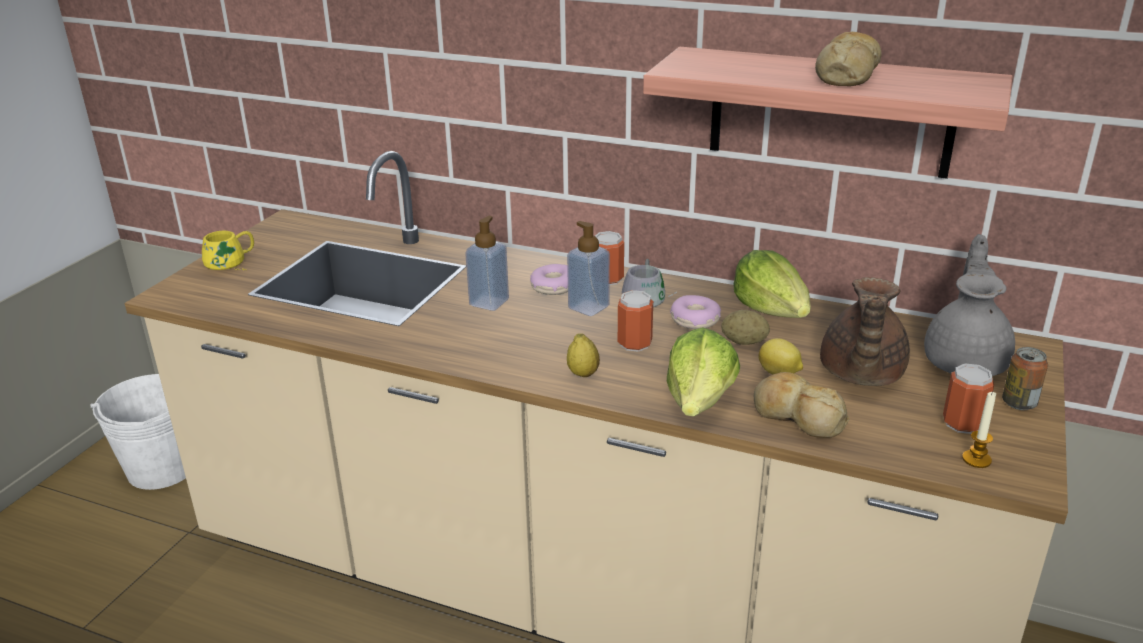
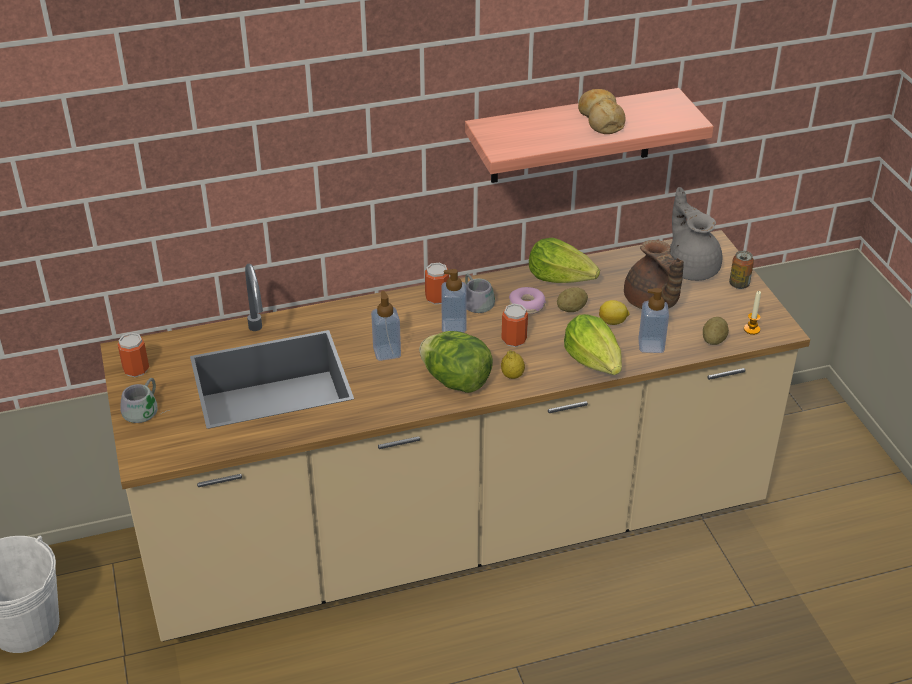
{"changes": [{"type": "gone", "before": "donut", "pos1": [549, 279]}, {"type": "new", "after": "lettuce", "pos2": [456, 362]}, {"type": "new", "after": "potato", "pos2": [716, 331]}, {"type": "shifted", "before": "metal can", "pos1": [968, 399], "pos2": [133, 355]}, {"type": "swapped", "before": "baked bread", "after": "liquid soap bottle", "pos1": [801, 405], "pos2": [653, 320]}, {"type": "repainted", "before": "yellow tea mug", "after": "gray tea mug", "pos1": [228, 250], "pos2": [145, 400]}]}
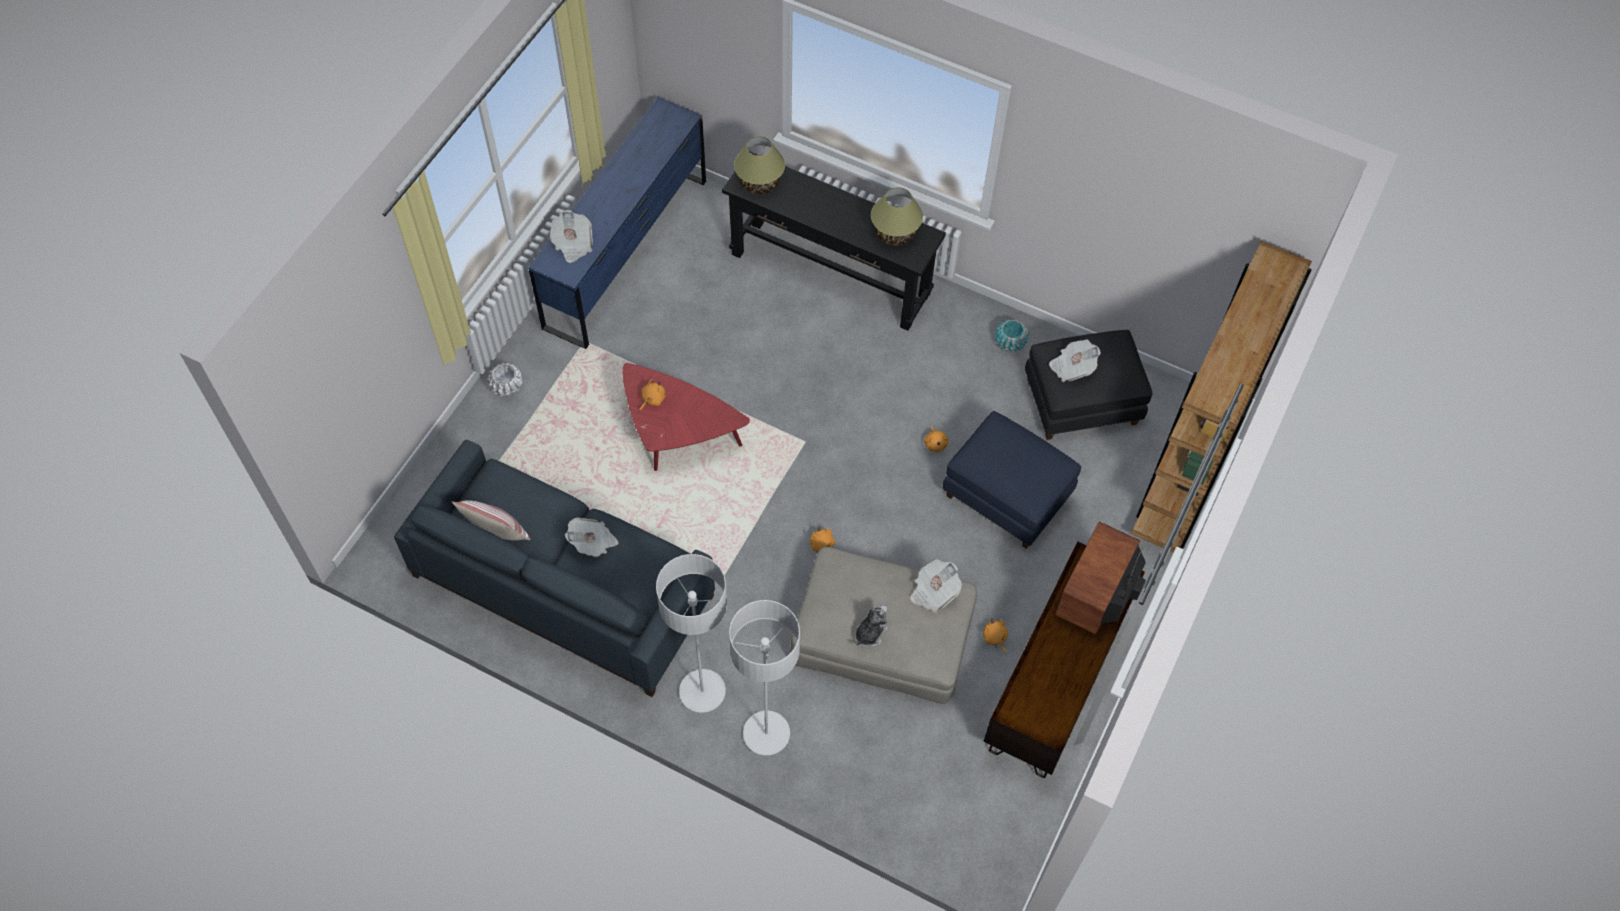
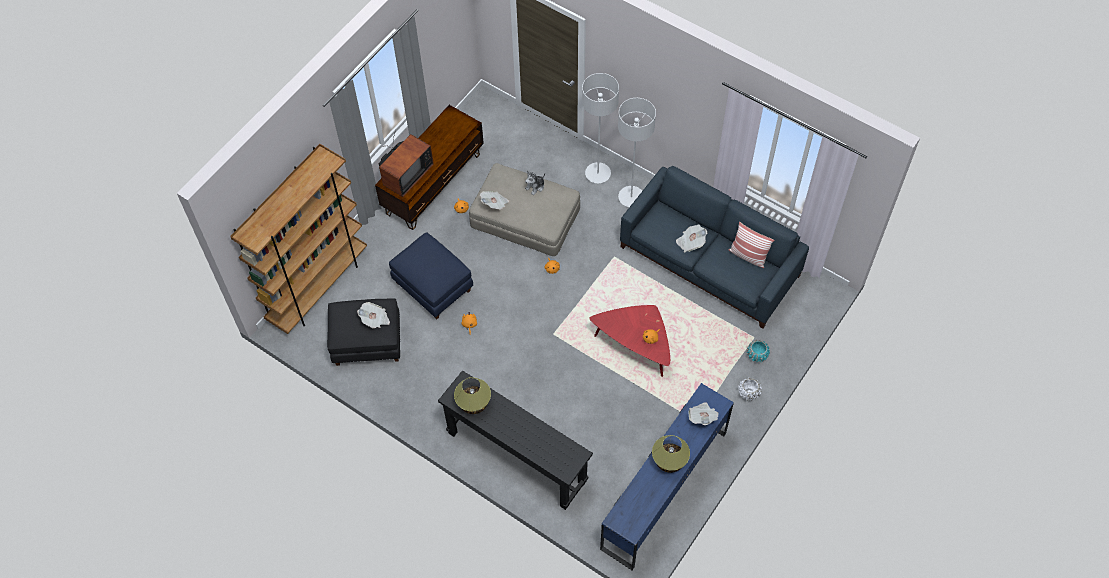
{"changes": [{"type": "shifted", "before": "lamp for a table", "pos1": [759, 165], "pos2": [671, 454]}, {"type": "shifted", "before": "turquoise planter", "pos1": [1012, 335], "pos2": [758, 351]}]}
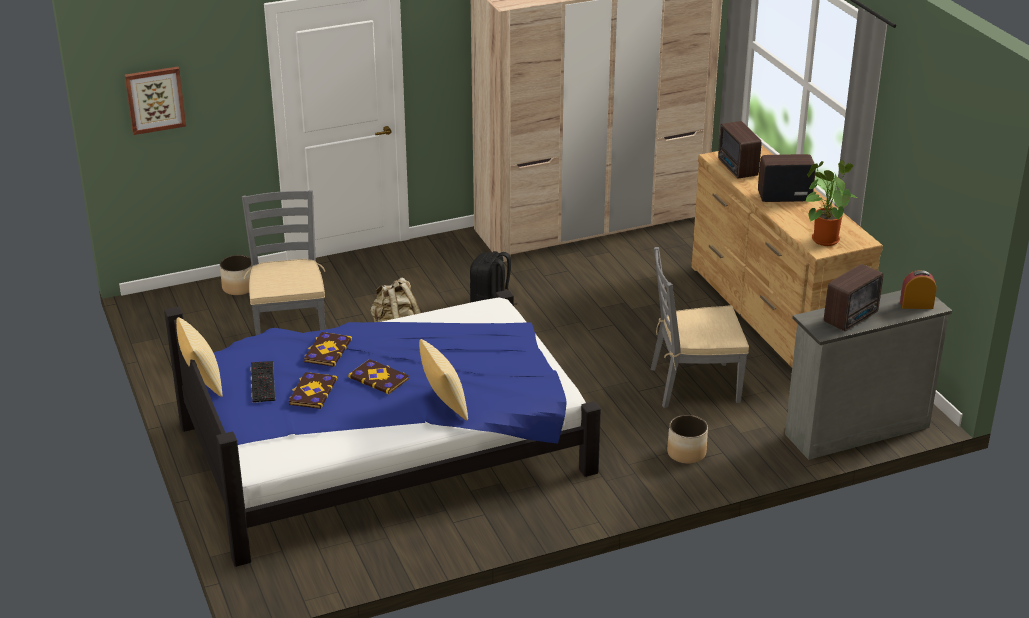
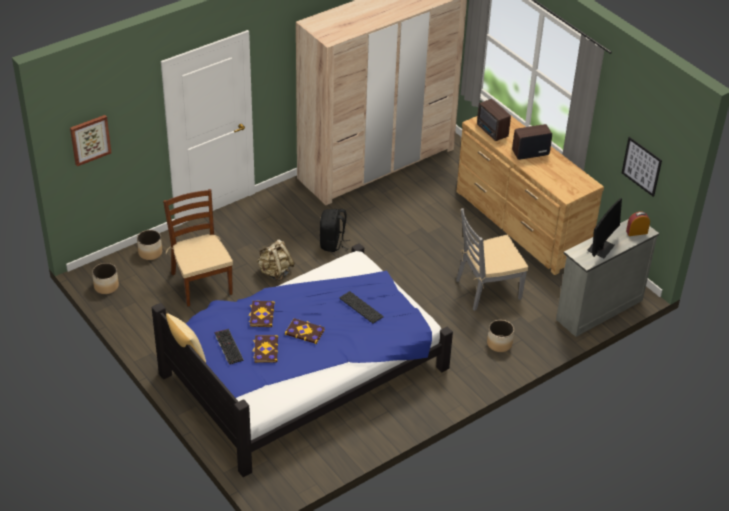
{"changes": [{"type": "gone", "before": "throw pillow", "pos1": [443, 380]}, {"type": "gone", "before": "potted plant", "pos1": [831, 203]}, {"type": "new", "after": "planter", "pos2": [105, 278]}, {"type": "new", "after": "PC keyboard", "pos2": [361, 307]}, {"type": "new", "after": "wall picture", "pos2": [642, 167]}, {"type": "swapped", "before": "radio receiver", "after": "monitor", "pos1": [853, 297], "pos2": [604, 228]}, {"type": "repainted", "before": "gray upright chair", "after": "brown upright chair", "pos1": [283, 262], "pos2": [198, 248]}]}
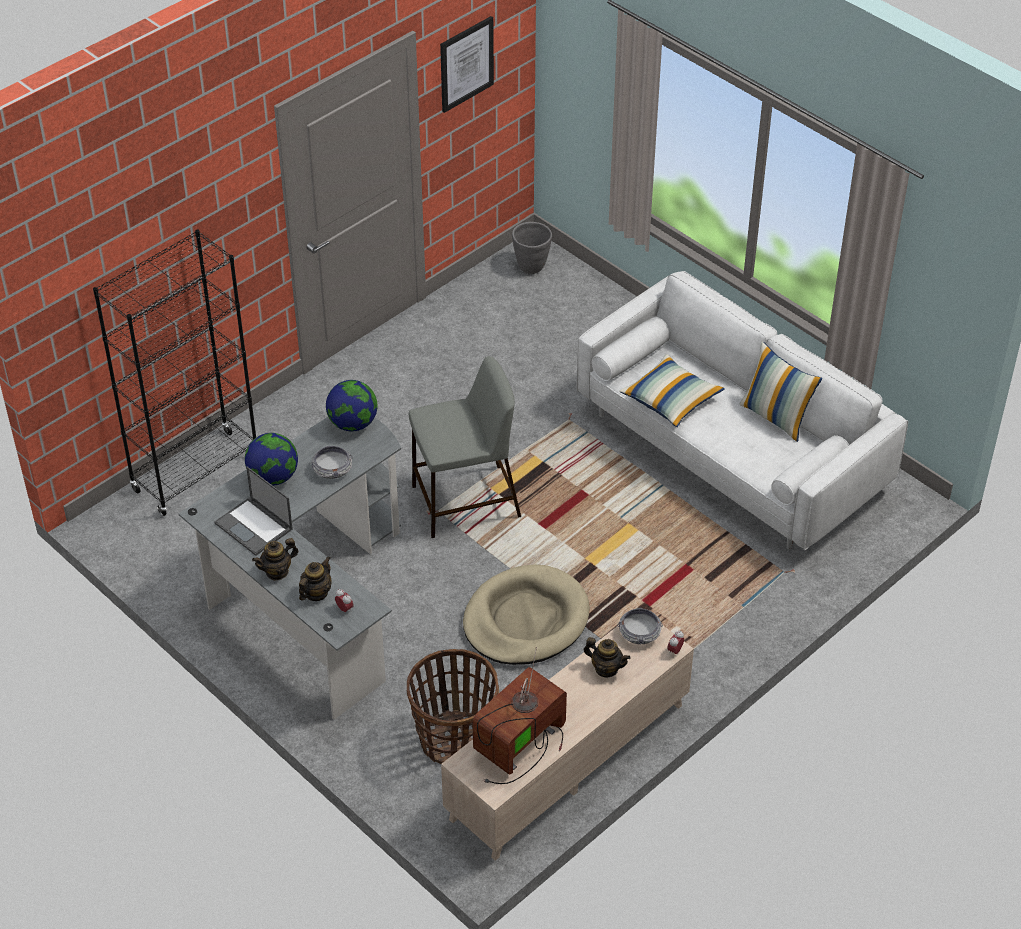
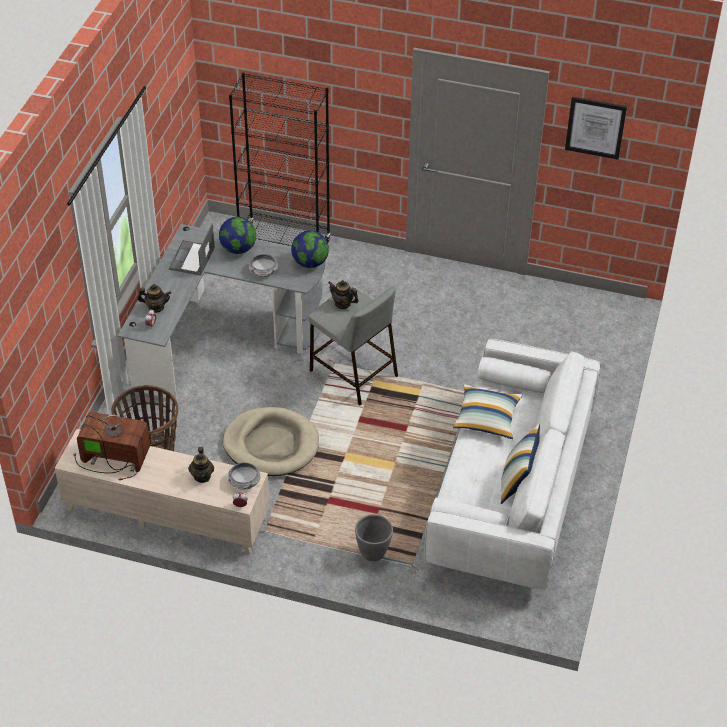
{"changes": [{"type": "shifted", "before": "teapot", "pos1": [275, 559], "pos2": [343, 294]}, {"type": "shifted", "before": "gray planter", "pos1": [532, 248], "pos2": [374, 537]}]}
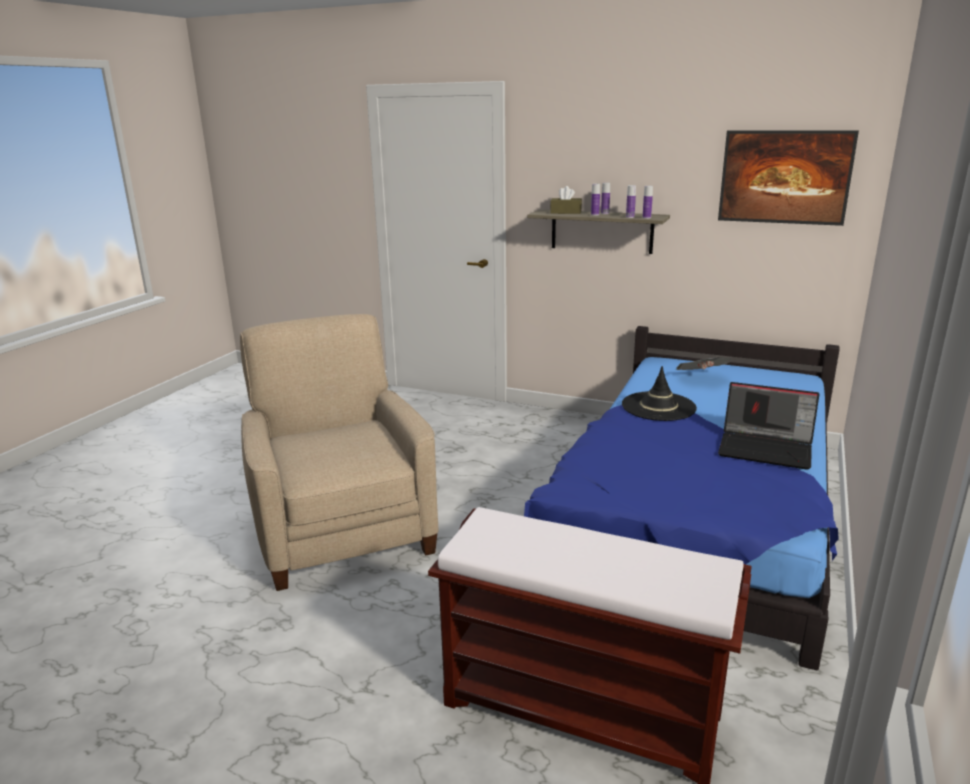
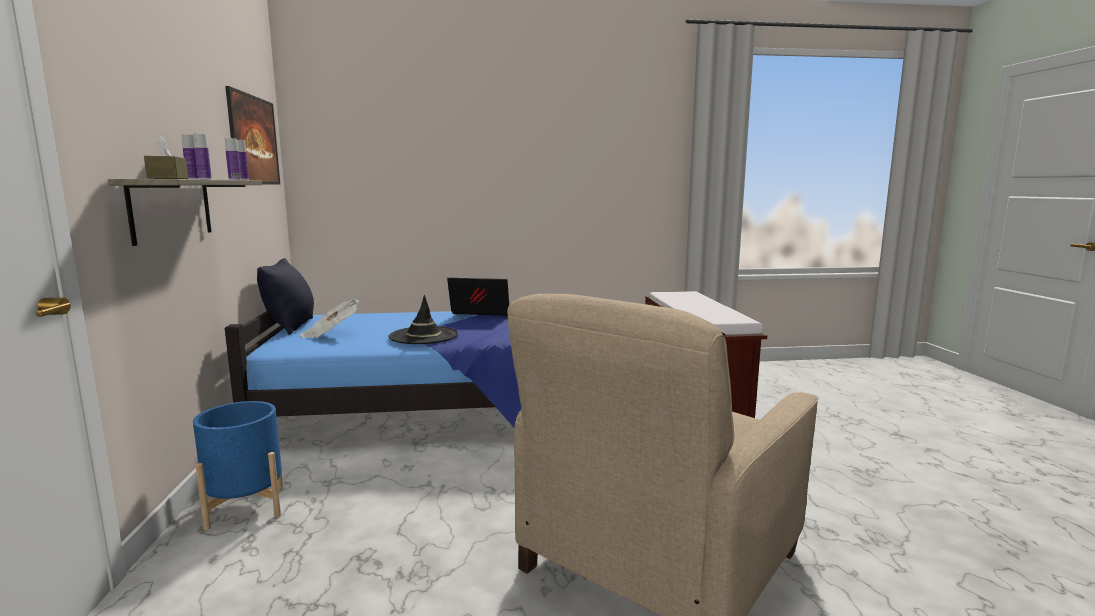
{"changes": [{"type": "new", "after": "blue-coloured planter", "pos2": [238, 465]}, {"type": "new", "after": "black-coloured throw pillow", "pos2": [285, 296]}, {"type": "rotated", "before": "notebook computer", "pos1": [768, 426], "pos2": [478, 297], "turn": -75}]}
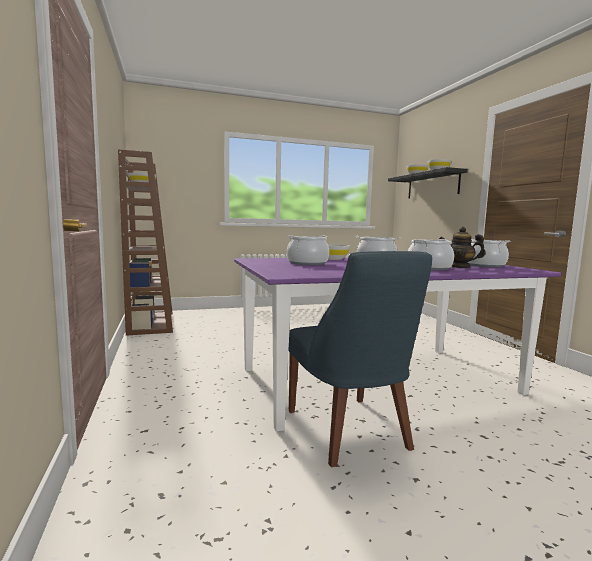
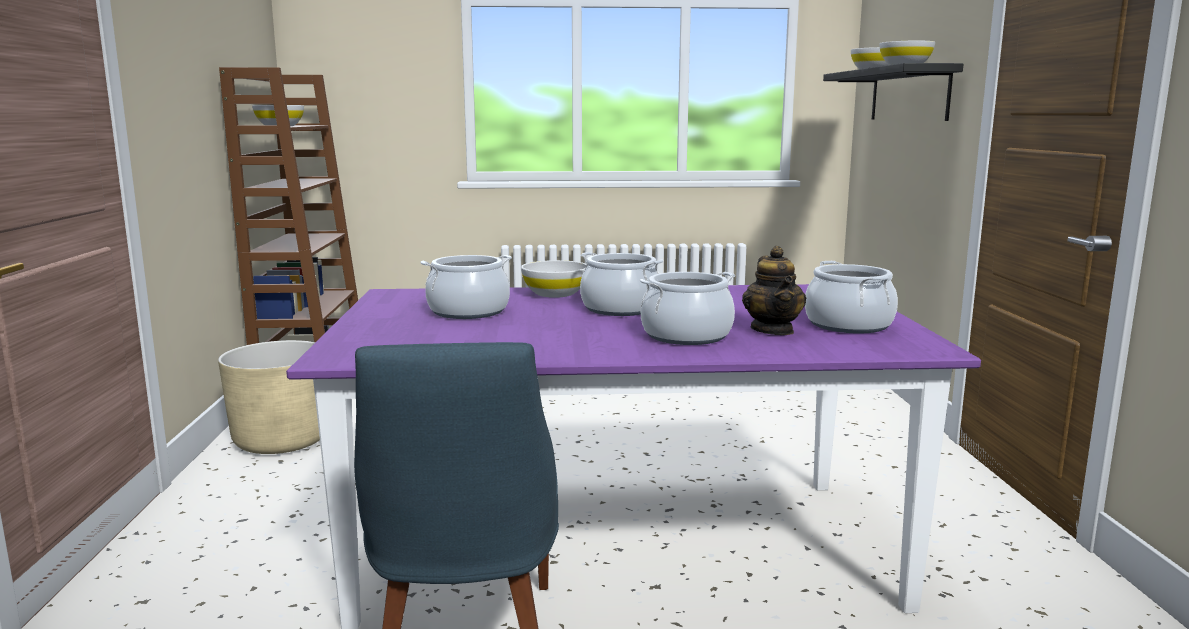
{"changes": [{"type": "new", "after": "sand-coloured planter", "pos2": [269, 397]}, {"type": "rotated", "before": "teapot", "pos1": [462, 247], "pos2": [774, 290], "turn": -135}]}
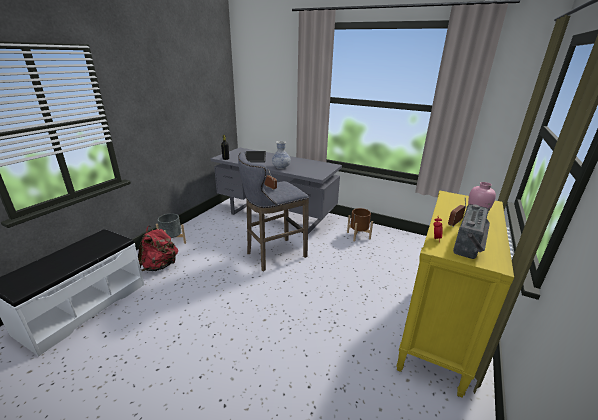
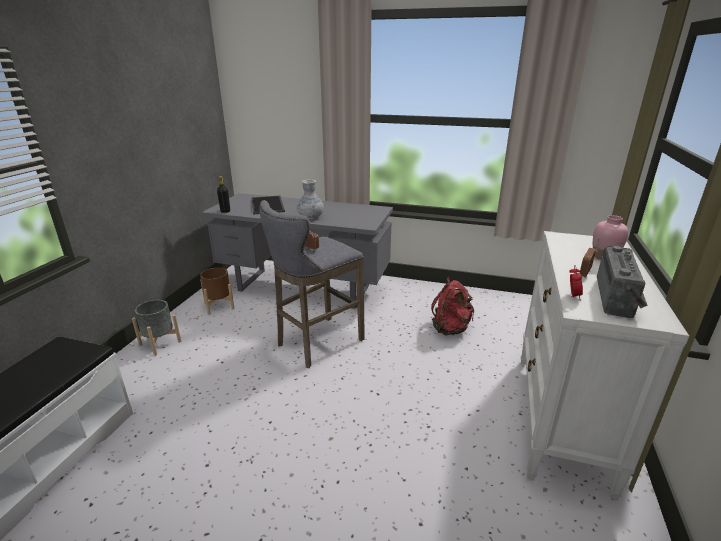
{"changes": [{"type": "shifted", "before": "red-coloured knapsack", "pos1": [158, 248], "pos2": [452, 306]}, {"type": "shifted", "before": "brown planter", "pos1": [360, 224], "pos2": [217, 291]}, {"type": "repainted", "before": "yellow drawer chest", "after": "white drawer chest", "pos1": [455, 294], "pos2": [605, 365]}]}
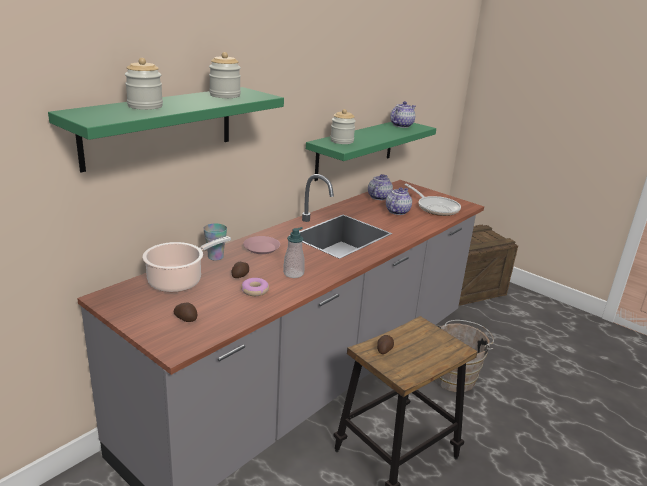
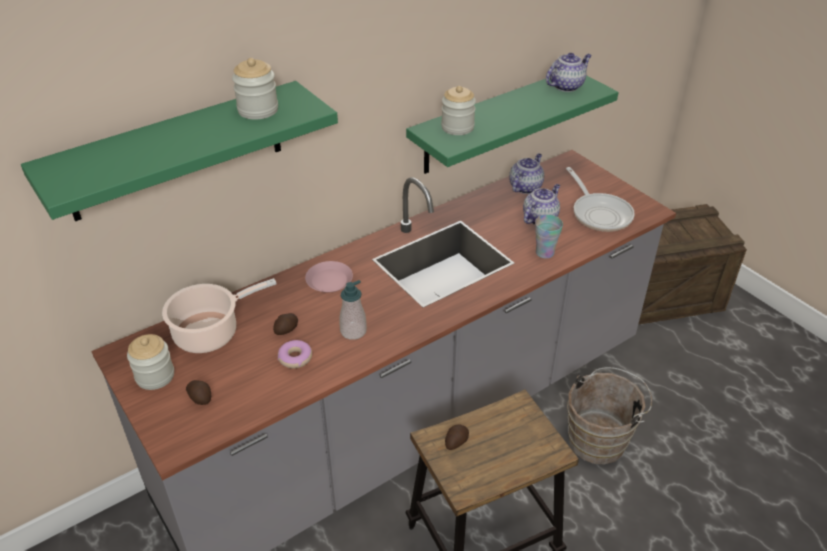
{"changes": [{"type": "shifted", "before": "jar", "pos1": [144, 84], "pos2": [150, 362]}, {"type": "shifted", "before": "small cup", "pos1": [215, 241], "pos2": [549, 237]}]}
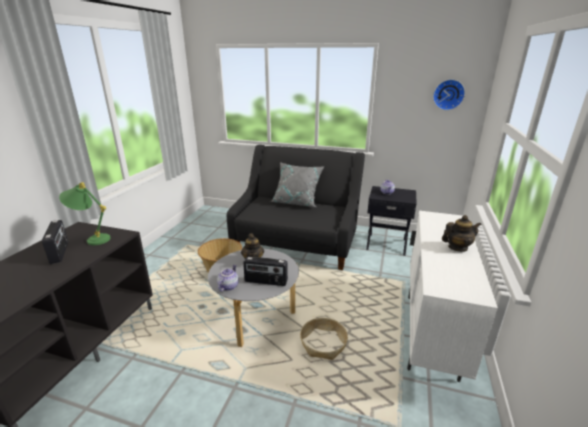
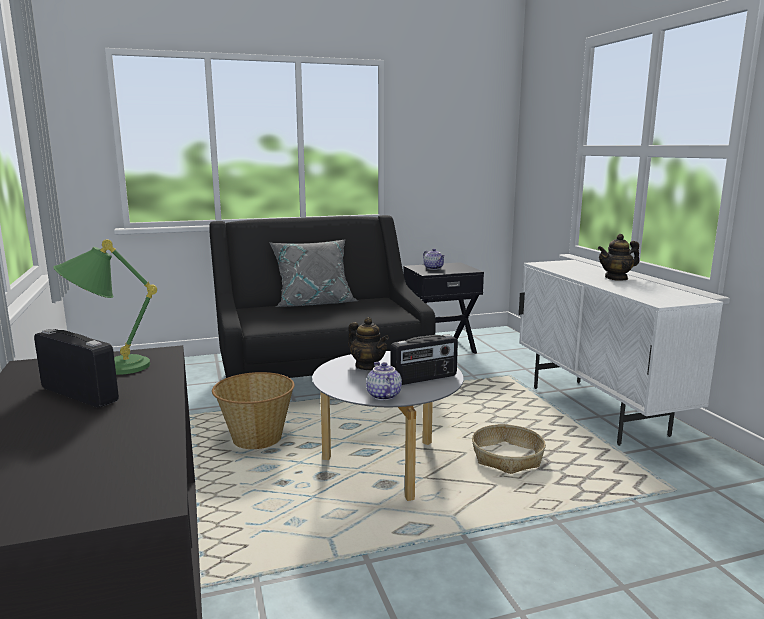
{"changes": [{"type": "gone", "before": "clock on the wall", "pos1": [449, 94]}, {"type": "rotated", "before": "teapot", "pos1": [462, 233], "pos2": [618, 257], "turn": -150}]}
